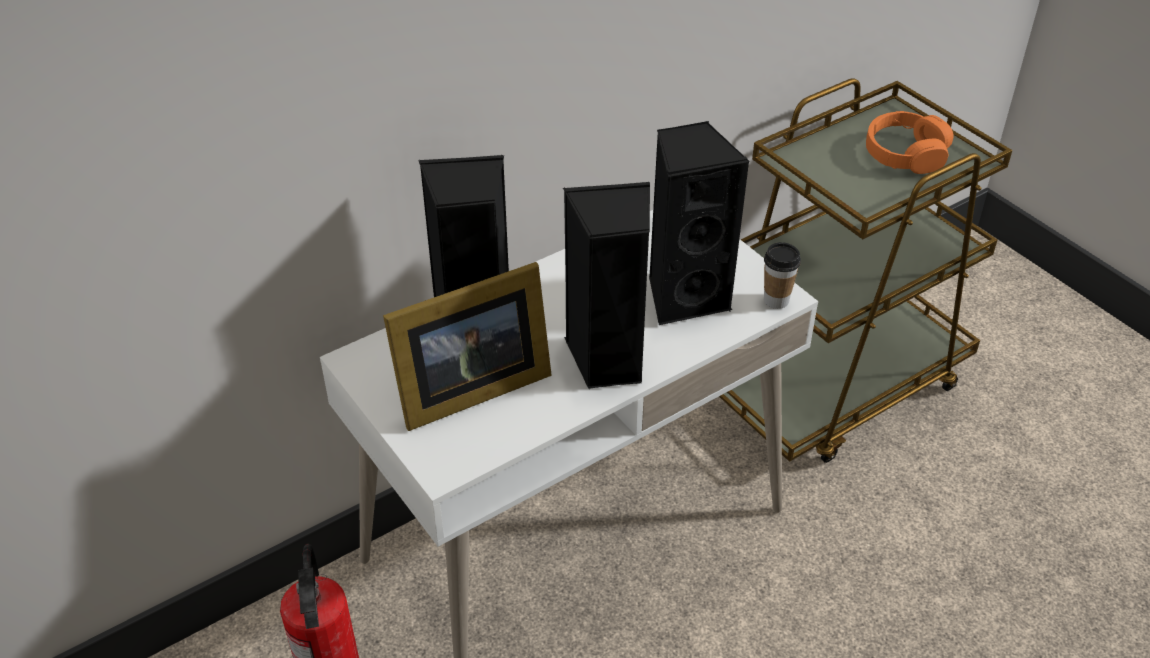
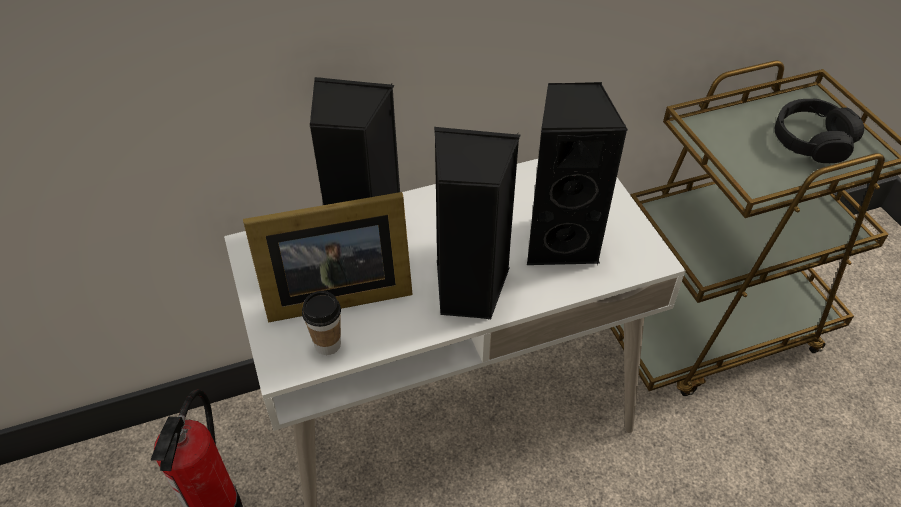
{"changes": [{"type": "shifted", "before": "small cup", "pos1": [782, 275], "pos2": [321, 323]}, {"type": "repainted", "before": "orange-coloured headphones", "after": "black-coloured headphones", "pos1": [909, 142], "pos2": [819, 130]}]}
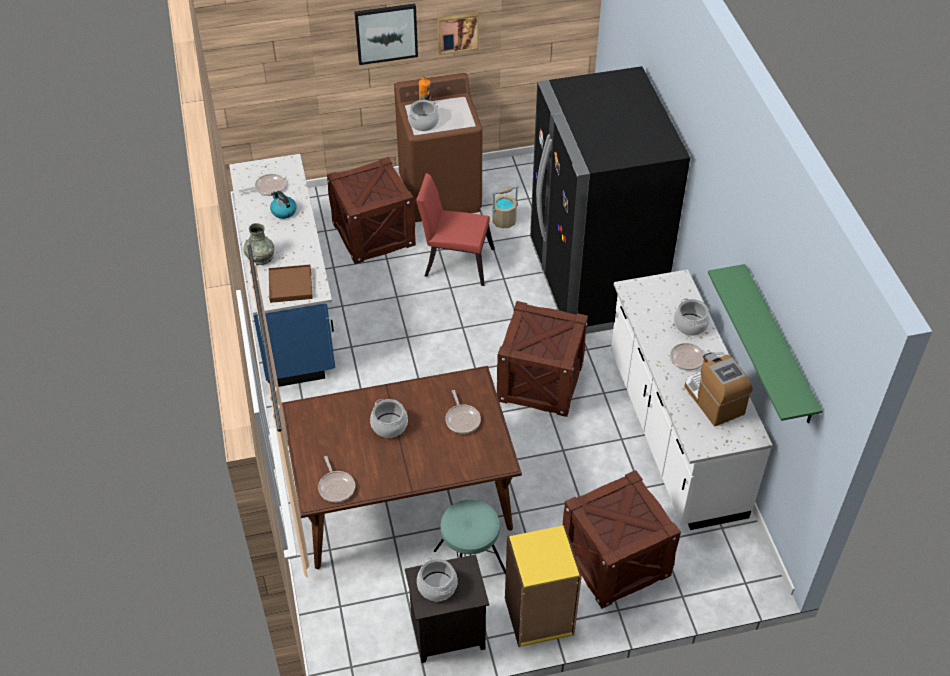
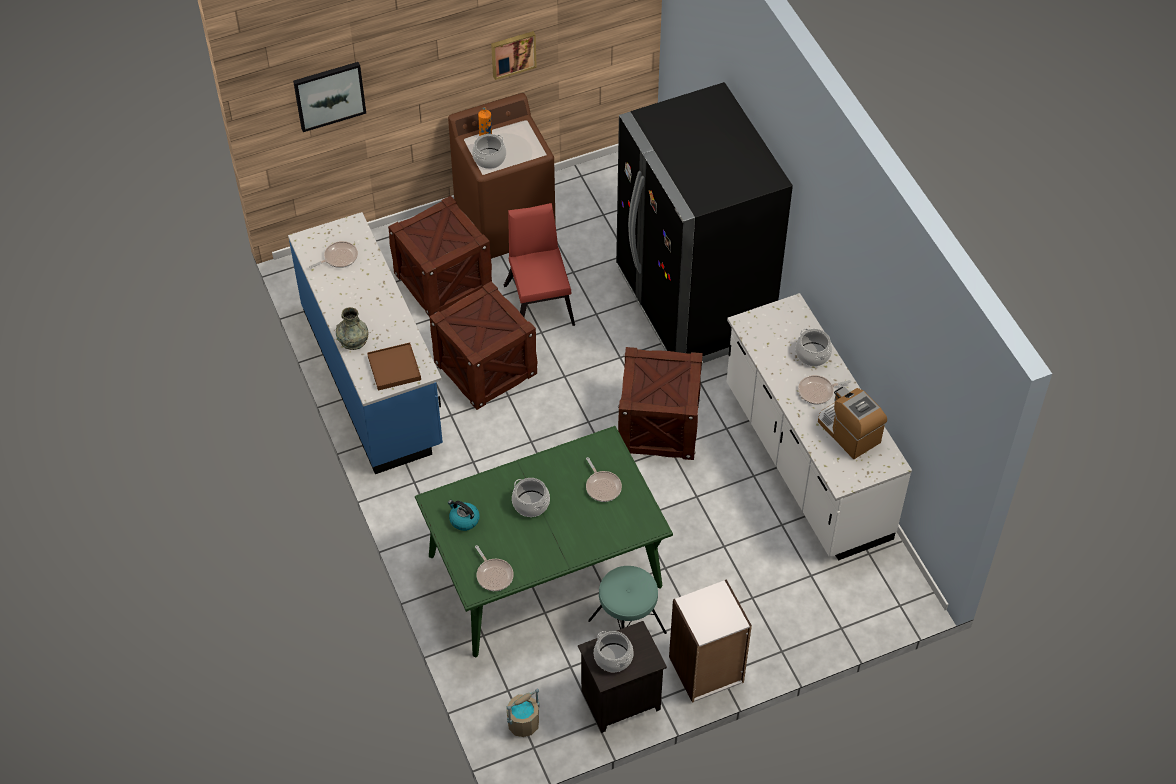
{"changes": [{"type": "gone", "before": "green shelf", "pos1": [765, 343]}, {"type": "shifted", "before": "kettle", "pos1": [283, 205], "pos2": [464, 515]}, {"type": "shifted", "before": "wall picture", "pos1": [386, 34], "pos2": [329, 97]}, {"type": "shifted", "before": "sand-coloured pail", "pos1": [505, 206], "pos2": [523, 713]}, {"type": "shifted", "before": "packing crate", "pos1": [622, 539], "pos2": [483, 345]}, {"type": "repainted", "before": "brown dining table", "after": "green dining table", "pos1": [402, 467], "pos2": [544, 541]}, {"type": "repainted", "before": "yellow bookshelf", "after": "white bookshelf", "pos1": [543, 586], "pos2": [710, 641]}, {"type": "rotated", "before": "red-coloured upright chair", "pos1": [455, 229], "pos2": [539, 264], "turn": 75}]}
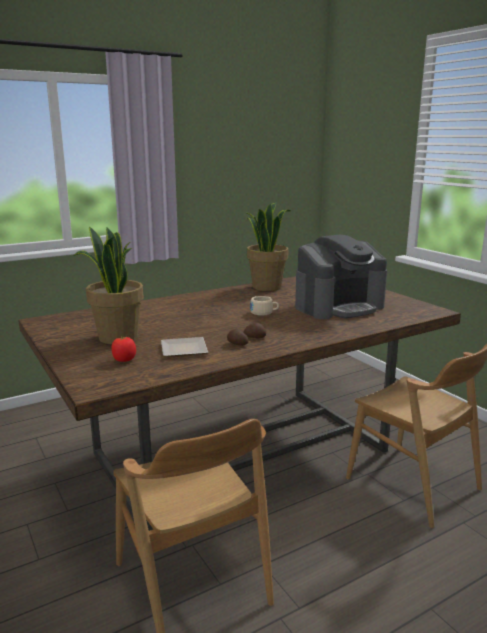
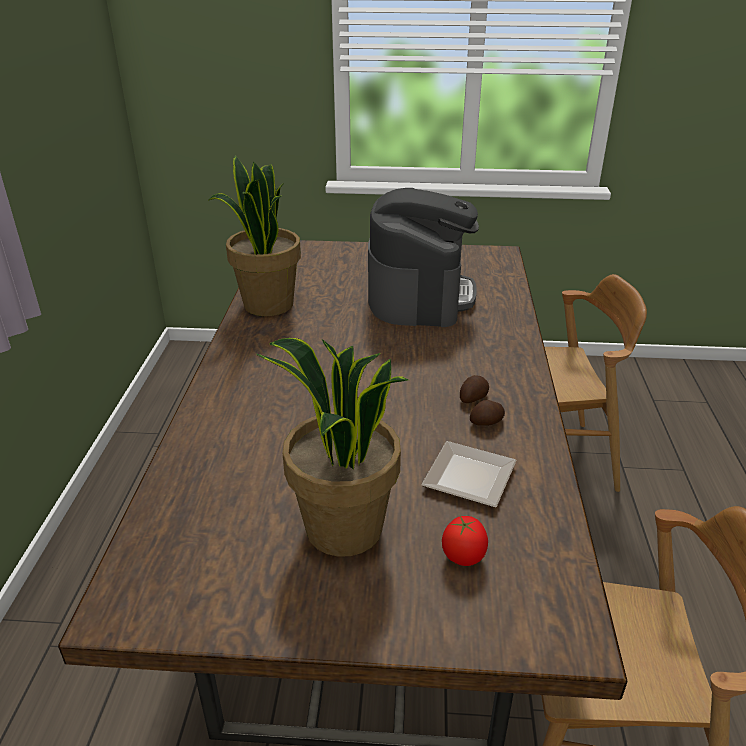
{"changes": [{"type": "gone", "before": "sand-coloured small cup", "pos1": [264, 306]}]}
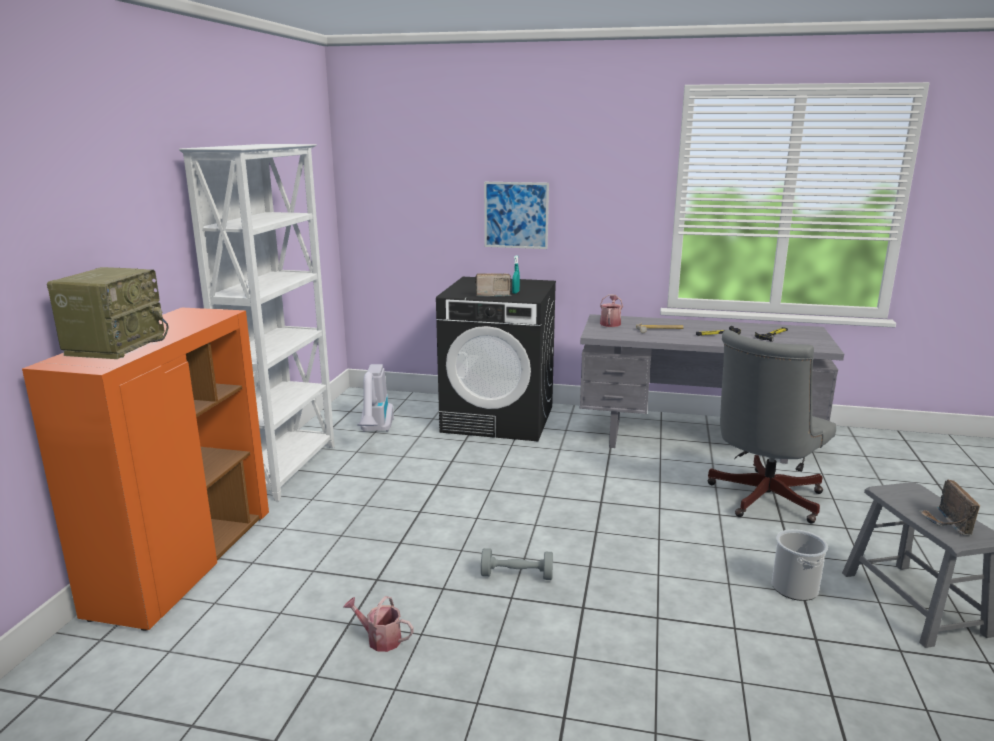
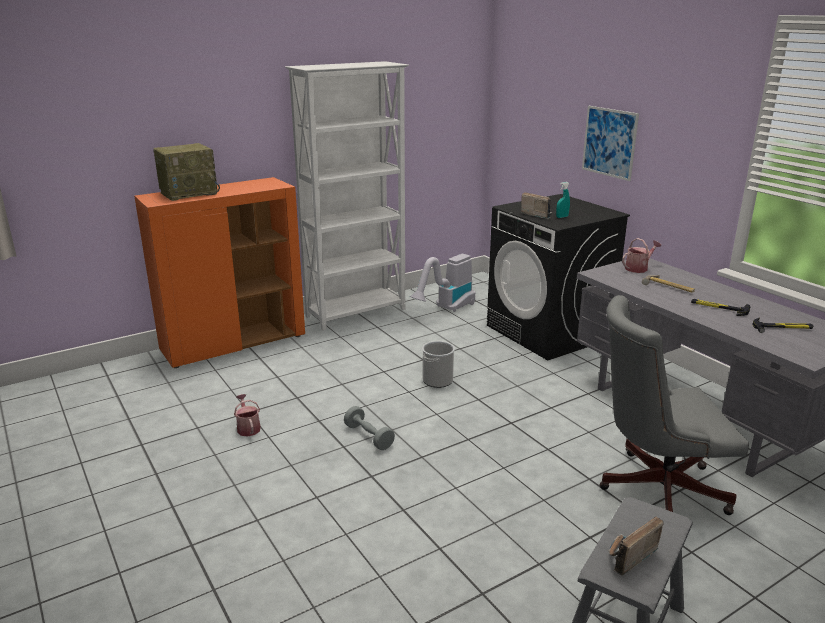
{"changes": [{"type": "shifted", "before": "pail", "pos1": [800, 565], "pos2": [438, 364]}]}
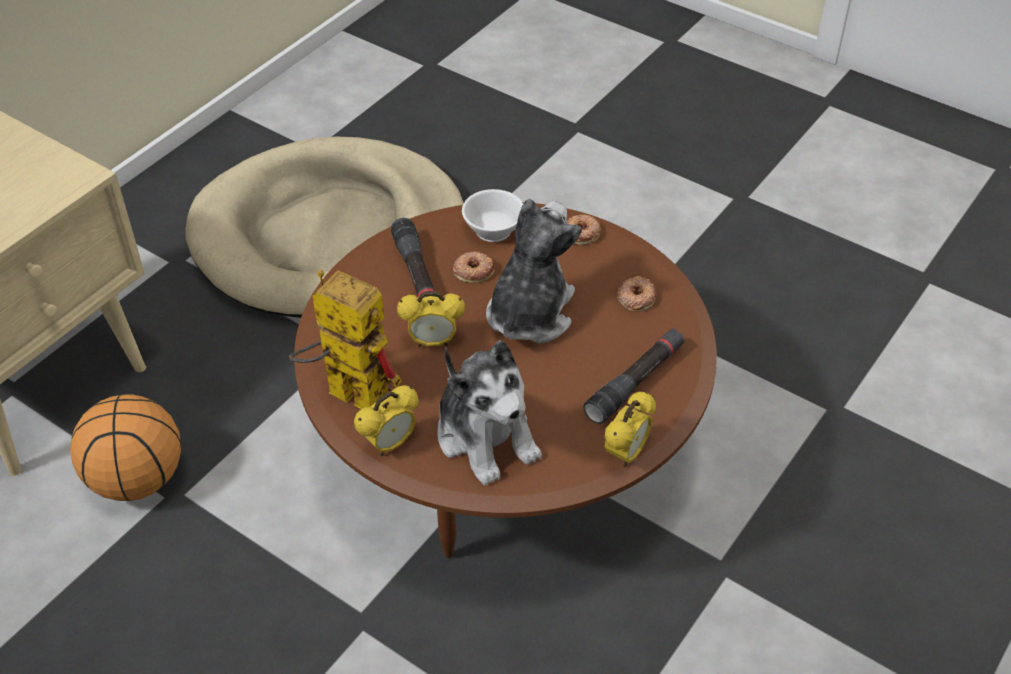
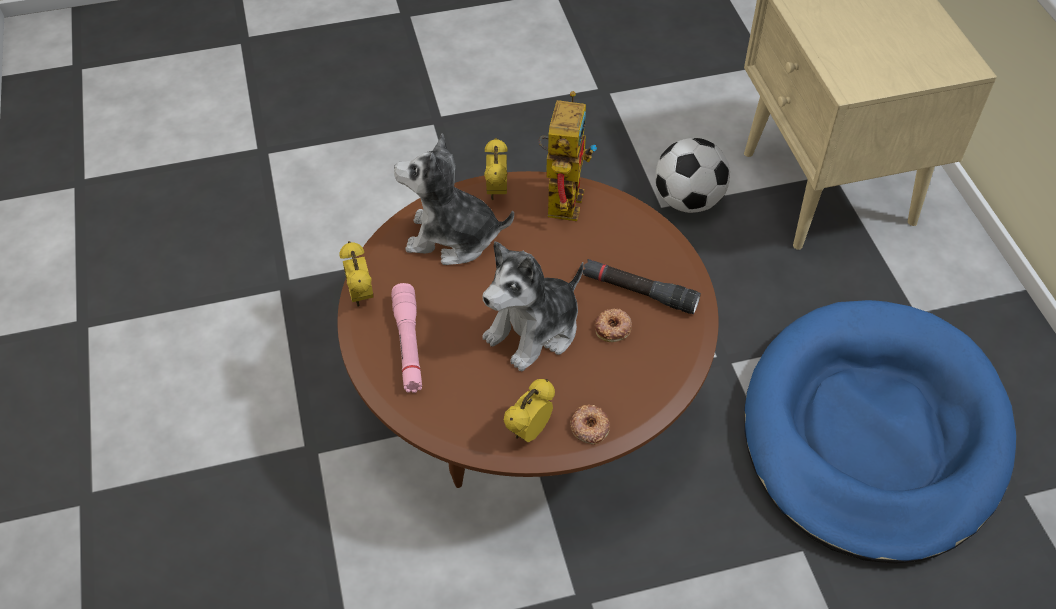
{"changes": [{"type": "gone", "before": "white small cup", "pos1": [492, 215]}, {"type": "gone", "before": "donut", "pos1": [636, 294]}, {"type": "shifted", "before": "alarm clock", "pos1": [431, 319], "pos2": [529, 411]}, {"type": "swapped", "before": "basketball ball", "after": "football ball", "pos1": [125, 447], "pos2": [692, 175]}, {"type": "repainted", "before": "sand-coloured dog bed", "after": "blue-coloured dog bed", "pos1": [324, 227], "pos2": [880, 432]}, {"type": "repainted", "before": "black-coloured flashlight", "after": "pinkish flashlight", "pos1": [634, 376], "pos2": [406, 338]}, {"type": "rotated", "before": "robot figure", "pos1": [345, 339], "pos2": [568, 156], "turn": -60}, {"type": "rotated", "before": "cuddly toy", "pos1": [534, 270], "pos2": [533, 306], "turn": 75}]}
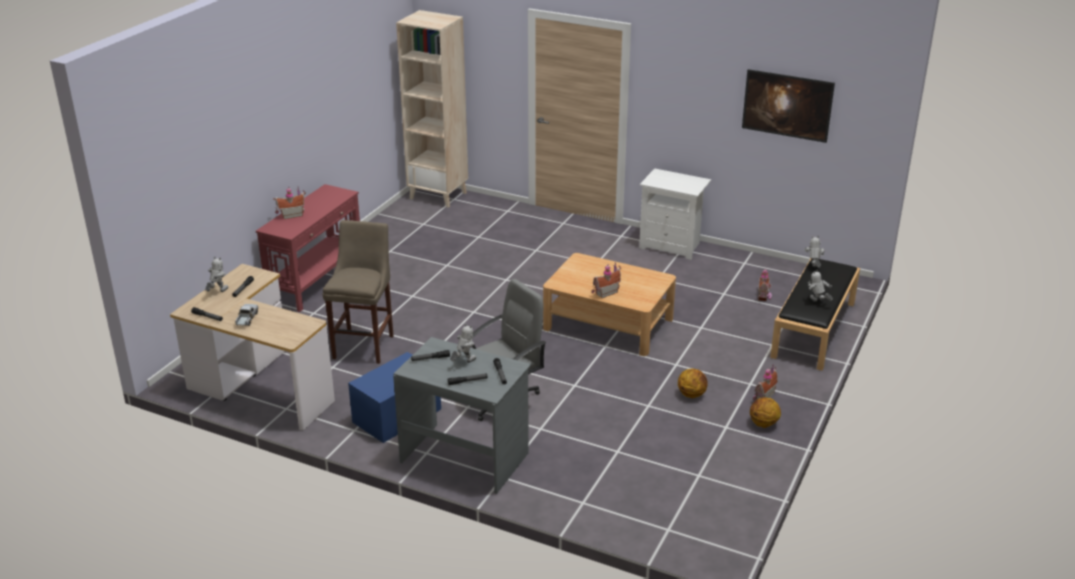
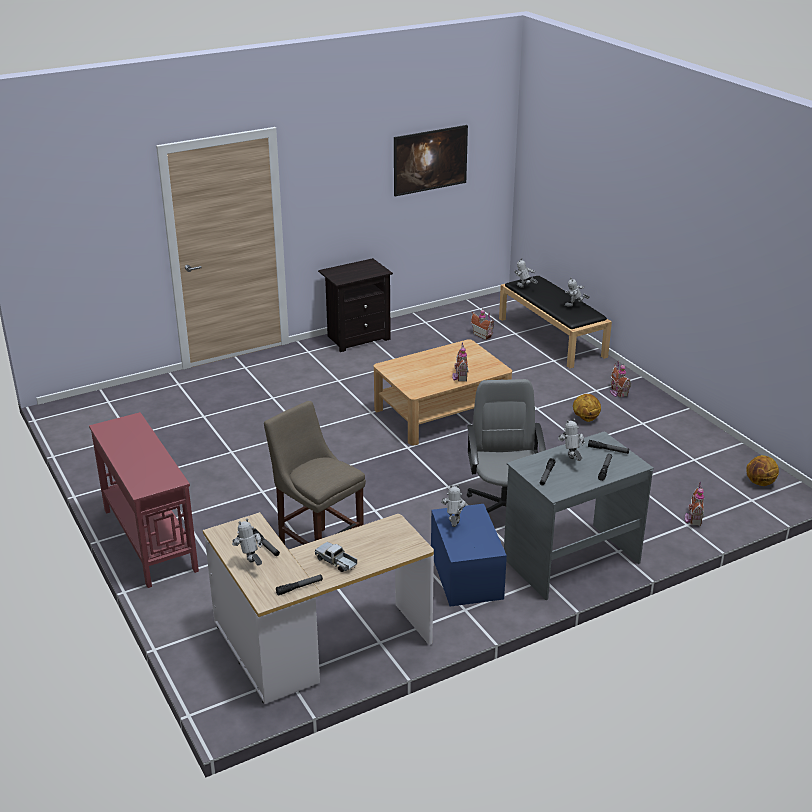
{"changes": [{"type": "gone", "before": "sand-coloured bookshelf", "pos1": [432, 109]}, {"type": "new", "after": "robot figure", "pos2": [453, 506]}, {"type": "shifted", "before": "miniature house", "pos1": [289, 202], "pos2": [694, 504]}, {"type": "shifted", "before": "basketball ball", "pos1": [765, 413], "pos2": [762, 470]}, {"type": "repainted", "before": "white bedside table", "after": "black-coloured bedside table", "pos1": [675, 214], "pos2": [355, 305]}]}
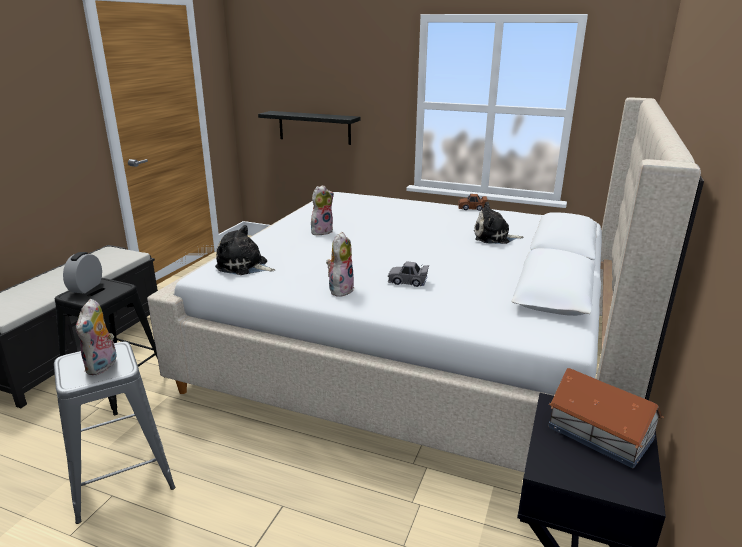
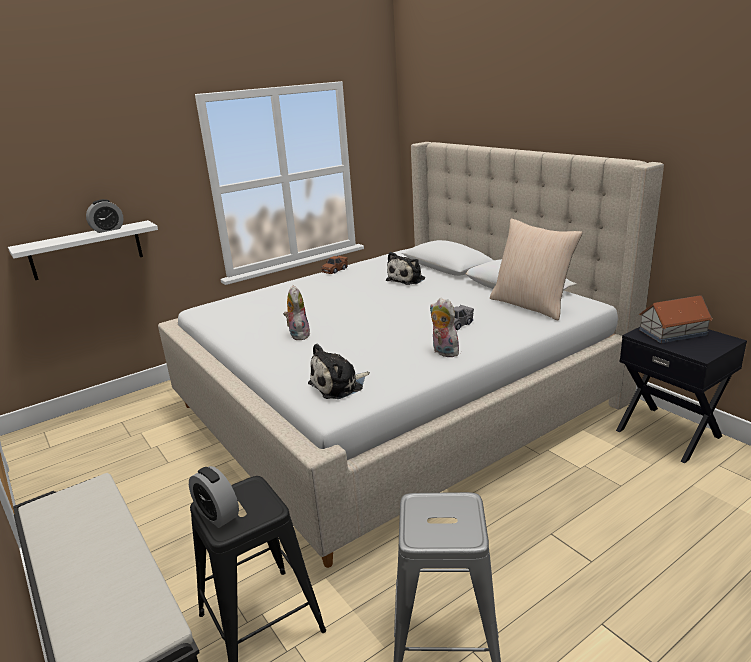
{"changes": [{"type": "gone", "before": "cuddly toy", "pos1": [96, 337]}, {"type": "new", "after": "alarm clock", "pos2": [105, 216]}, {"type": "new", "after": "sand-coloured throw pillow", "pos2": [536, 269]}, {"type": "repainted", "before": "black-coloured shelf", "after": "white shelf", "pos1": [309, 128], "pos2": [83, 250]}]}
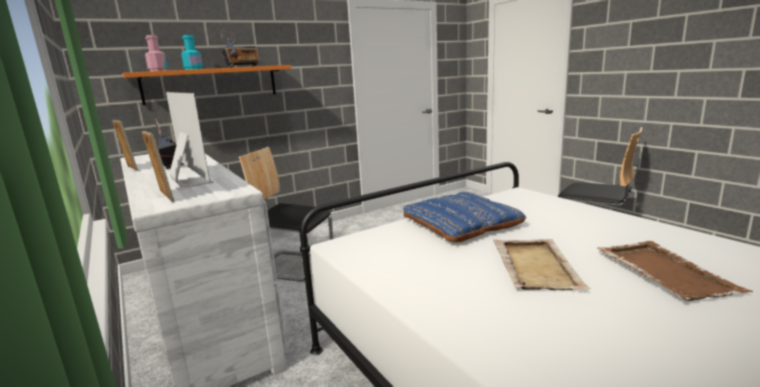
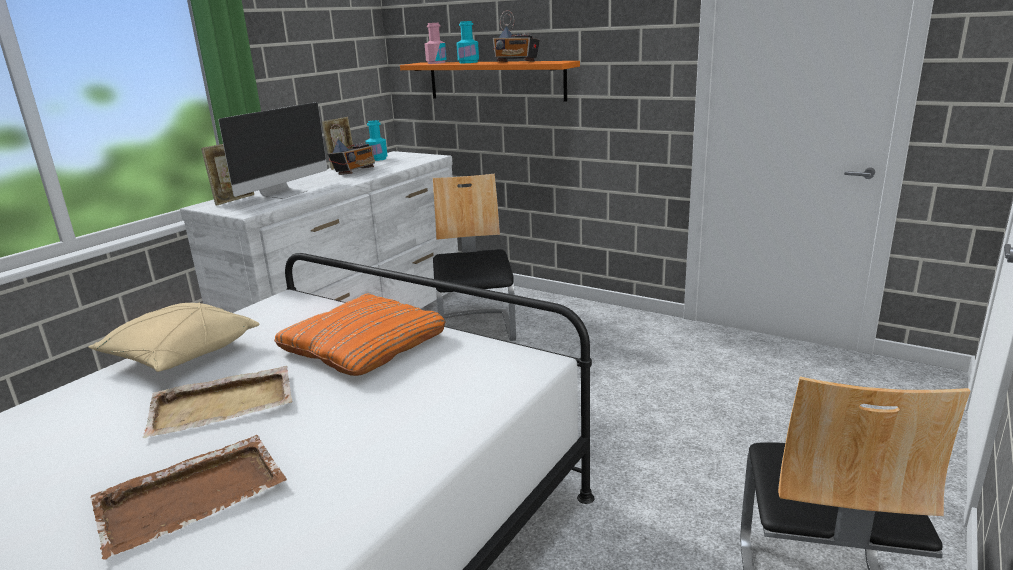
{"changes": [{"type": "new", "after": "sand-coloured throw pillow", "pos2": [174, 337]}, {"type": "new", "after": "turquoise drink bottle", "pos2": [376, 140]}, {"type": "repainted", "before": "blue-coloured throw pillow", "after": "orange-coloured throw pillow", "pos1": [465, 217], "pos2": [360, 335]}]}
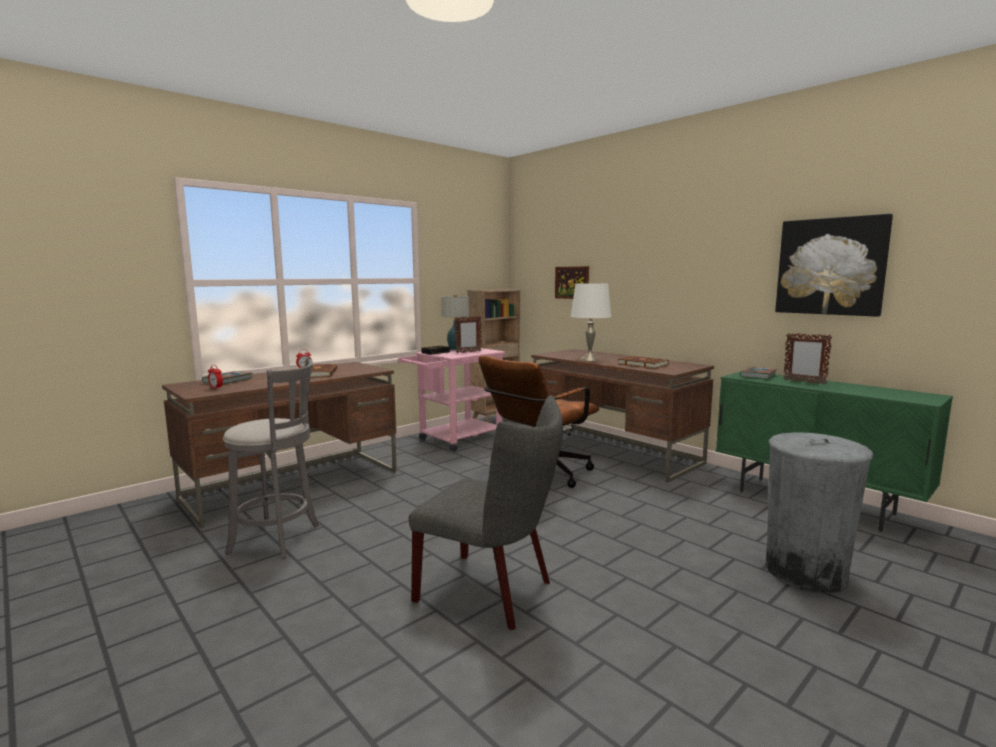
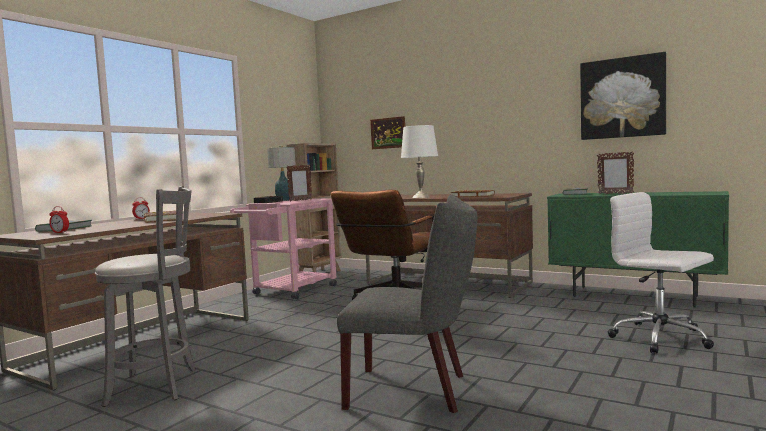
{"changes": [{"type": "swapped", "before": "gray waste bin", "after": "white desk chair", "pos1": [819, 512], "pos2": [661, 273]}]}
